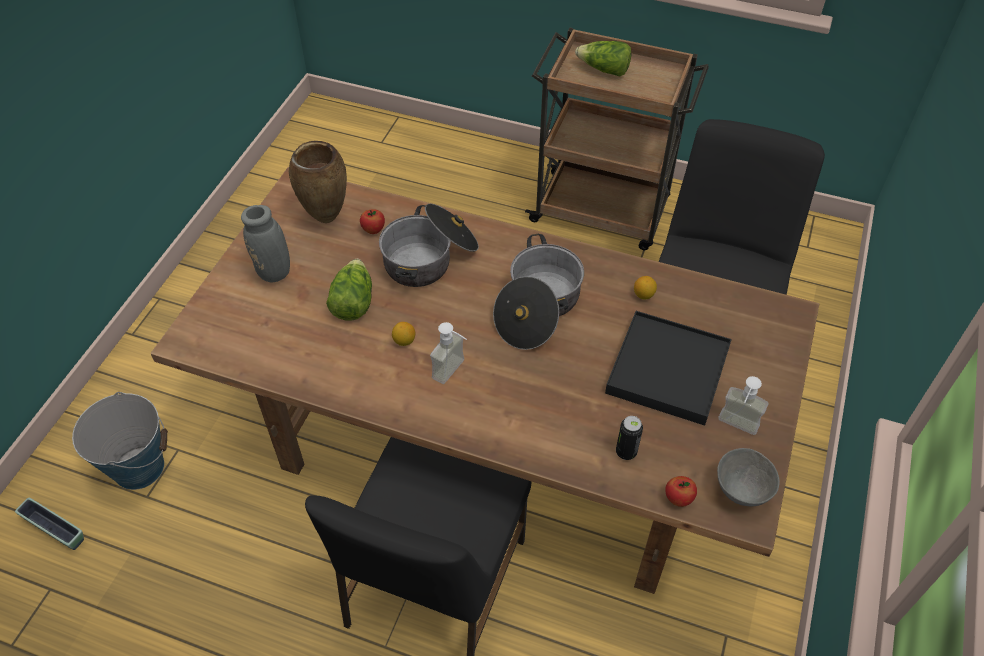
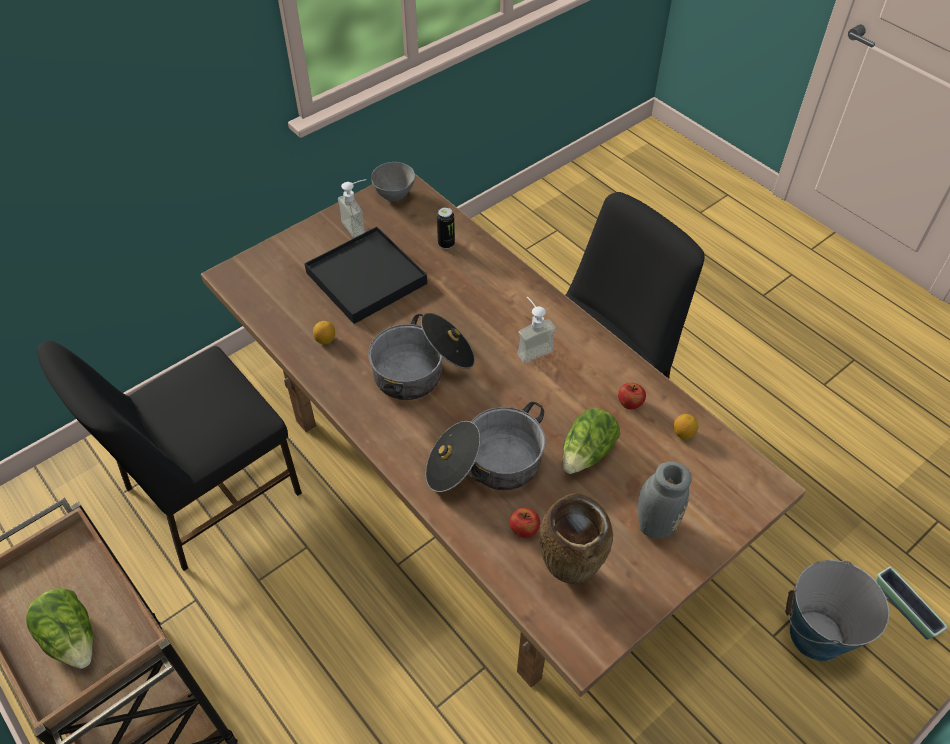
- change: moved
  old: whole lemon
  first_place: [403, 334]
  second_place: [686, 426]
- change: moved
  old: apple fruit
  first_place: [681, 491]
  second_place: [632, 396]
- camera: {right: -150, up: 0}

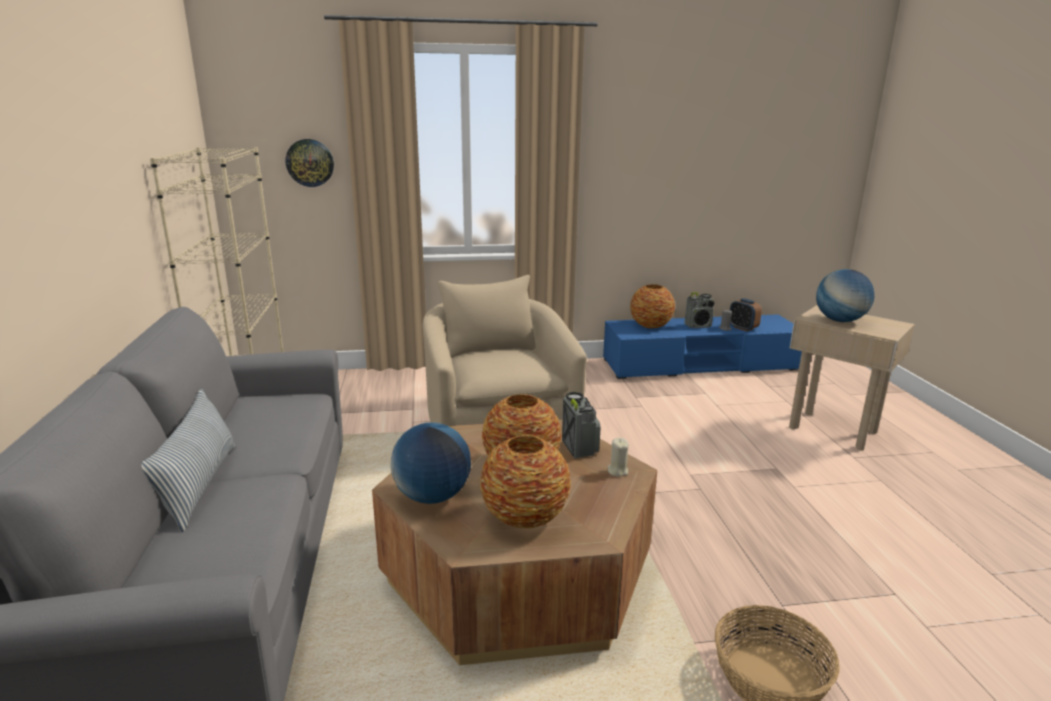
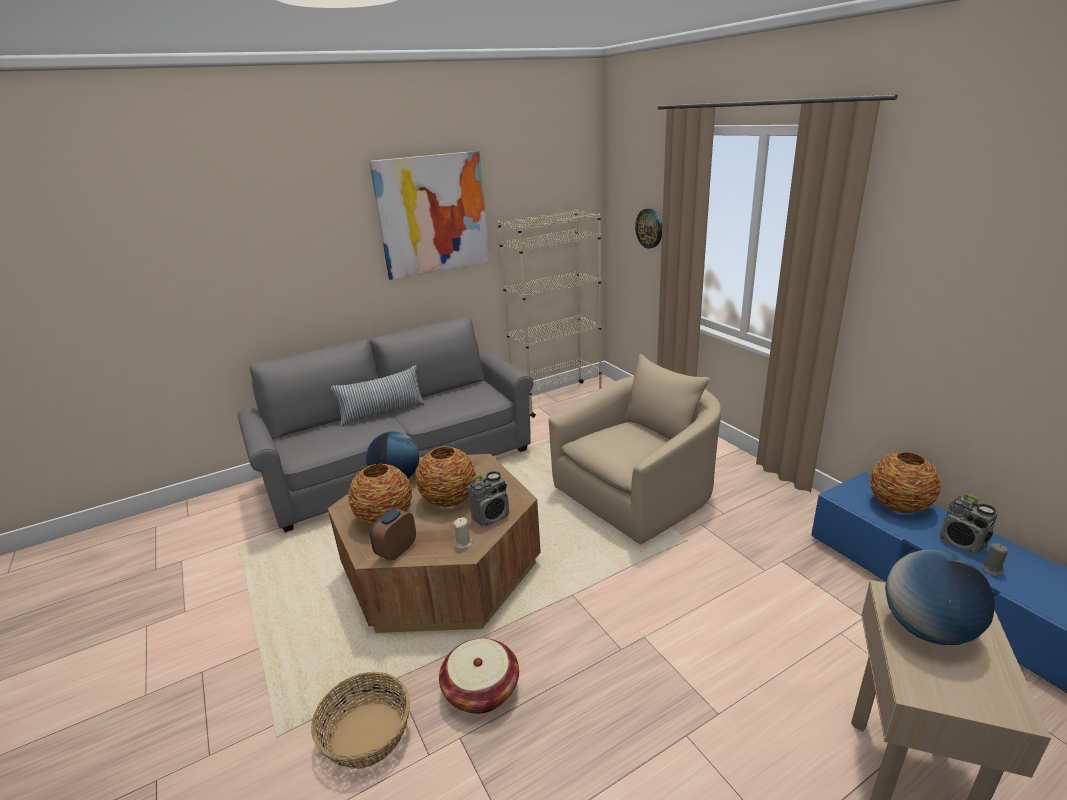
- change: moved
  old: alarm clock
  first_place: [746, 314]
  second_place: [393, 534]
- change: added
  new: wall art
  second_place: [429, 215]
- change: added
  new: storage basket
  second_place: [479, 676]
- camera: {right: 70, up: 5}

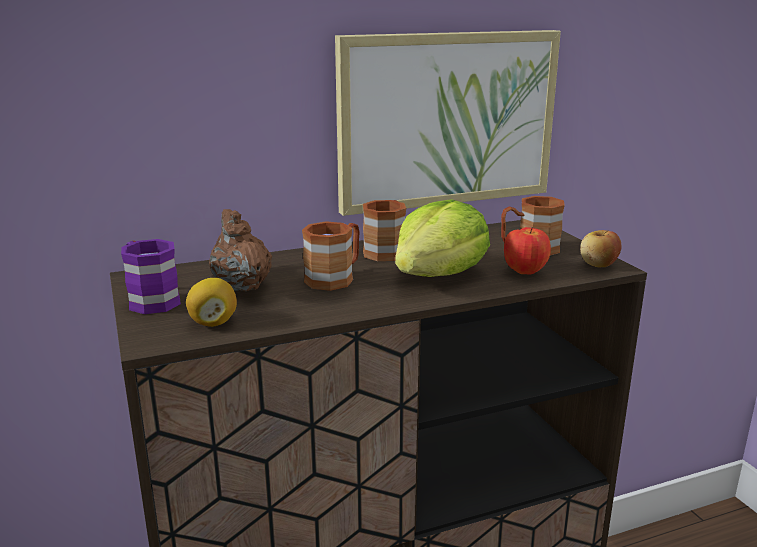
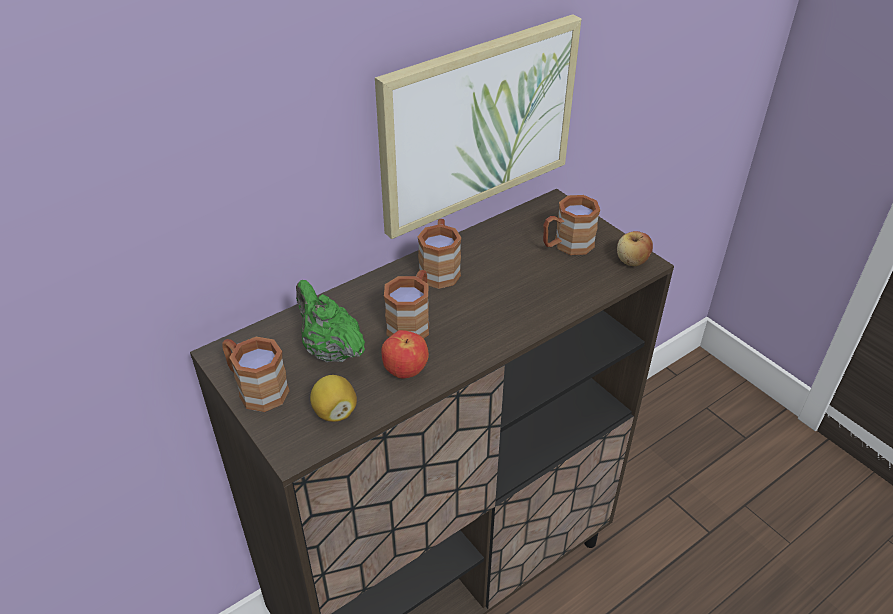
- change: removed
  old: head of lettuce
  first_place: [442, 238]
- change: recoloured
  old: brown tea pot
  new: green-coloured tea pot
  first_place: [240, 250]
  second_place: [330, 321]
- change: moved
  old: apple fruit
  first_place: [527, 251]
  second_place: [405, 354]
- change: recoloured
  old: purple tea mug
  new: brown tea mug
  first_place: [151, 276]
  second_place: [256, 374]
- camera: {right: -15, up: 20}

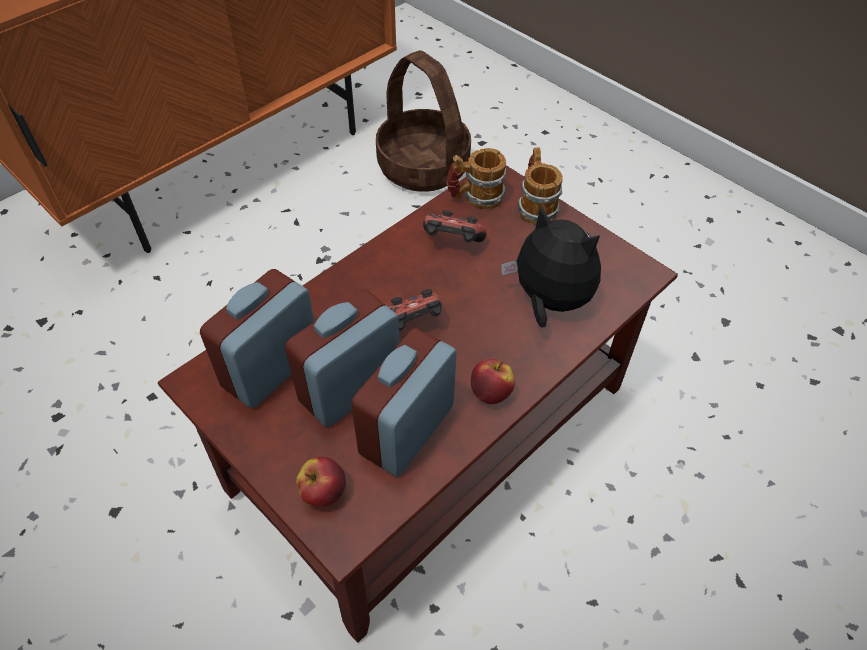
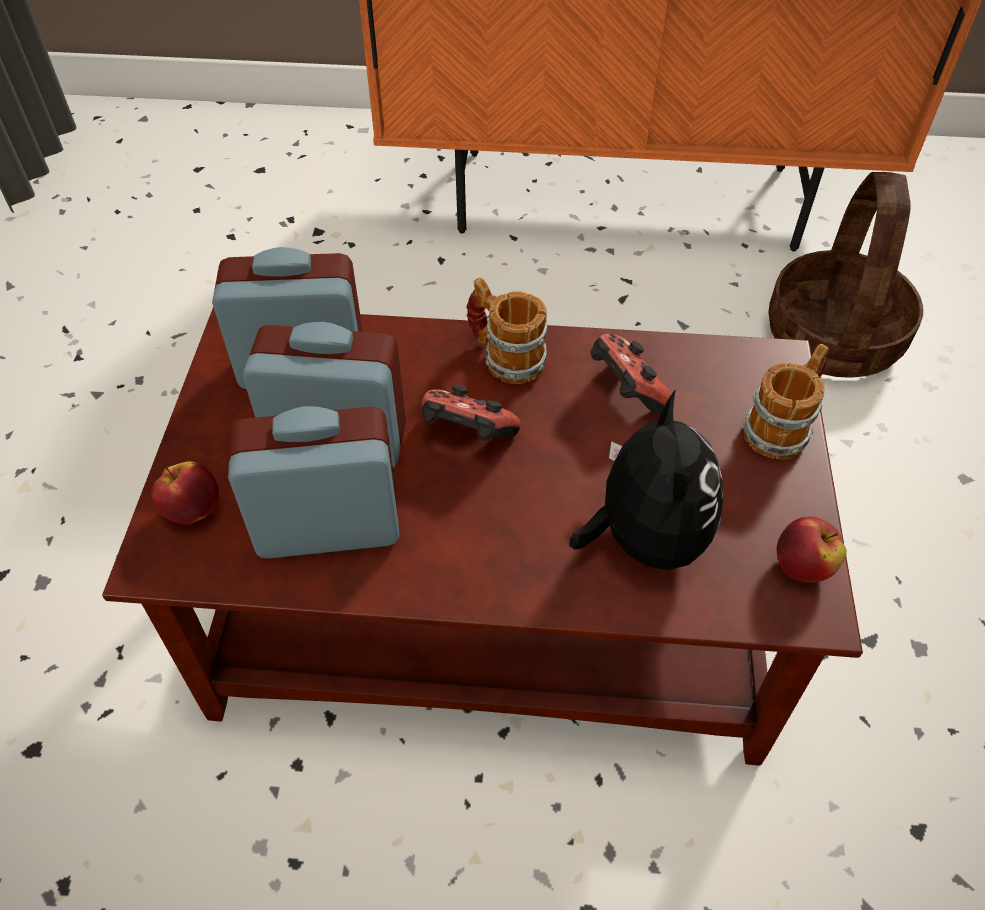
- change: moved
  old: tea mug
  first_place: [477, 178]
  second_place: [506, 331]
- change: moved
  old: apple fruit
  first_place: [493, 381]
  second_place: [811, 549]
- camera: {right: 50, up: 0}

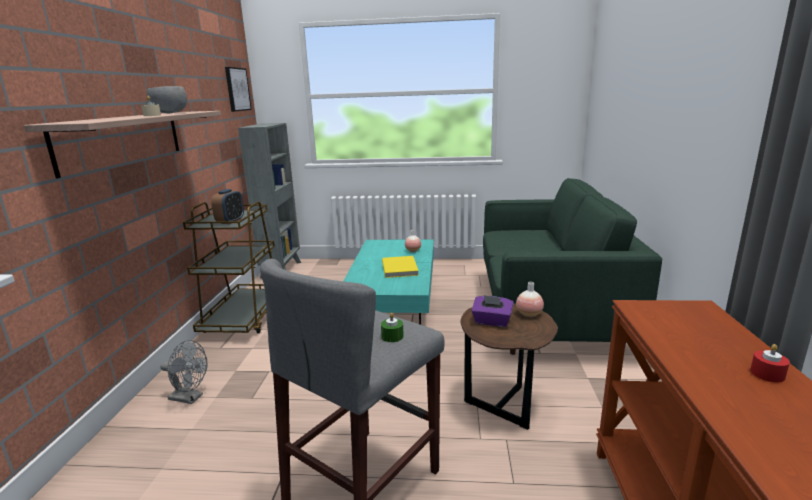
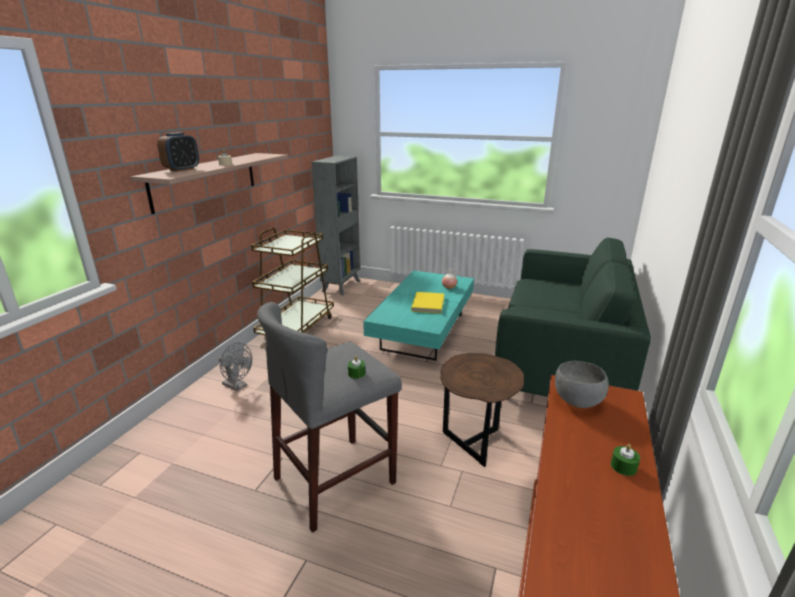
- change: removed
  old: wall art
  first_place: [238, 89]
- change: moved
  old: gray serving bowl
  first_place: [167, 99]
  second_place: [582, 384]
- change: moved
  old: alarm clock
  first_place: [227, 206]
  second_place: [178, 152]
- change: removed
  old: vase
  first_place: [530, 299]
- change: removed
  old: purple tissue holder
  first_place: [493, 311]
- change: recoloured
  old: red wax light
  new: green-coloured wax light
  first_place: [770, 363]
  second_place: [625, 460]
- camera: {right: 15, up: 5}

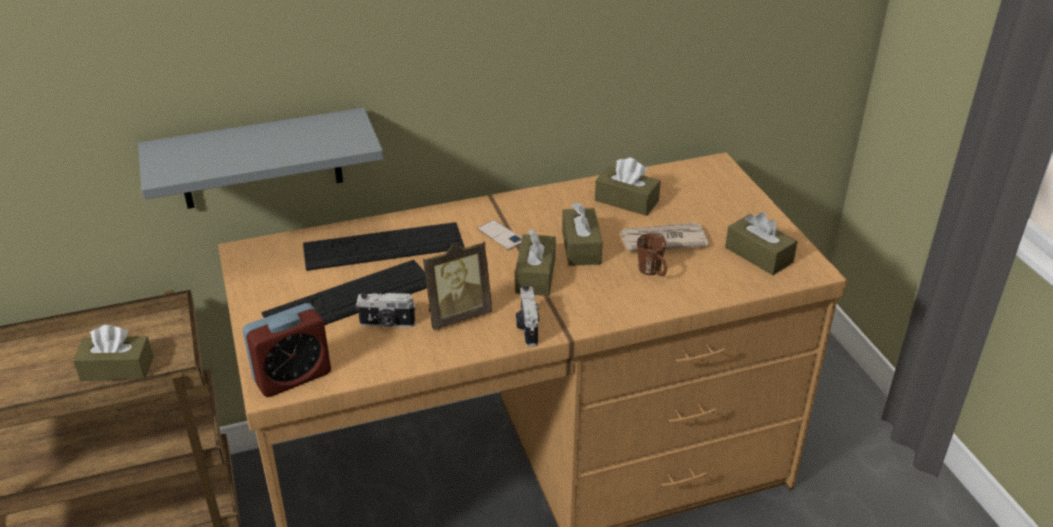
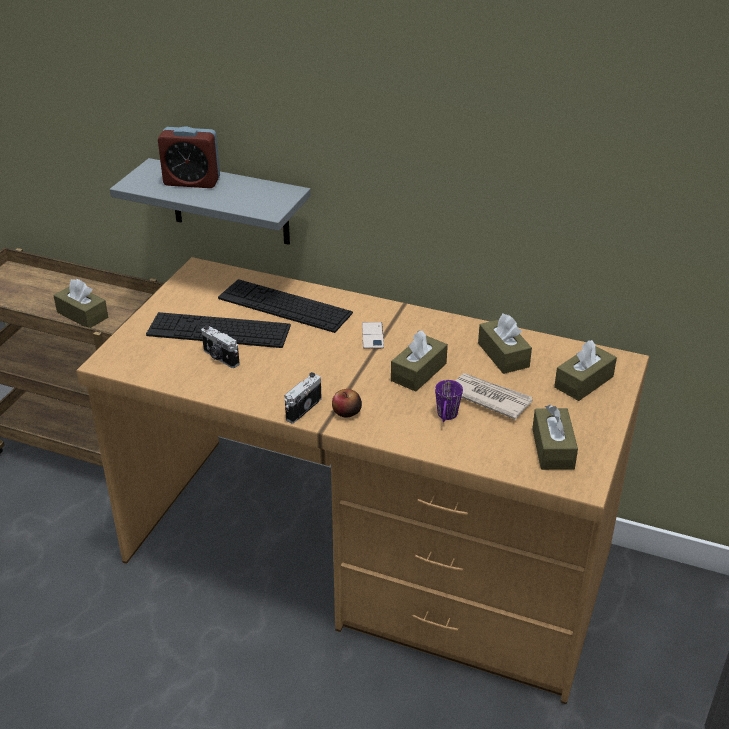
- change: moved
  old: brown tissue holder
  first_place: [535, 262]
  second_place: [585, 370]
- change: recoloured
  old: brown tea mug
  new: purple tea mug
  first_place: [652, 254]
  second_place: [449, 401]
- change: removed
  old: photo frame
  first_place: [457, 285]
- change: moved
  old: alarm clock
  first_place: [287, 350]
  second_place: [189, 157]
- change: added
  new: apple fruit
  second_place: [347, 403]
- camera: {right: 40, up: 0}

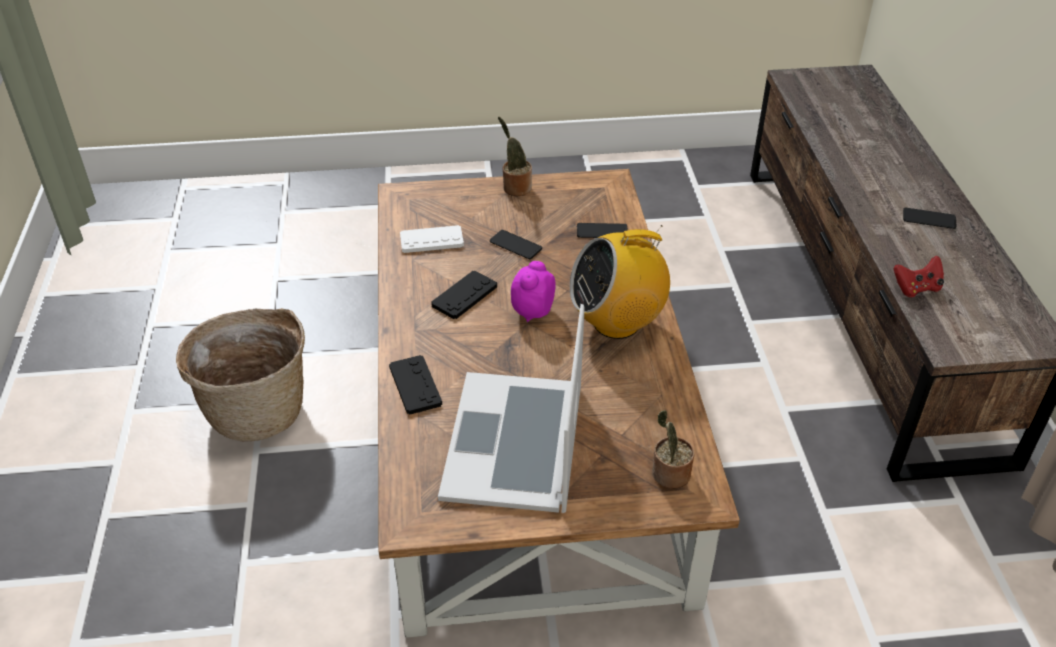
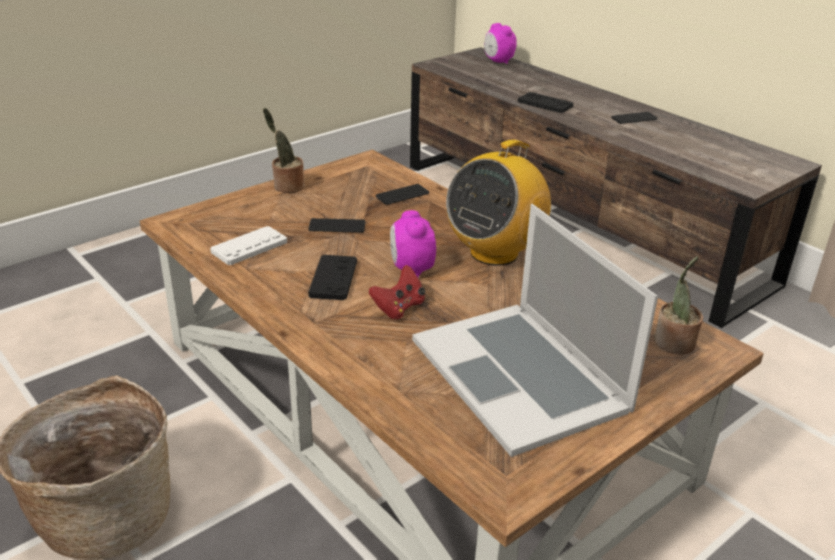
- change: moved
  old: red joypad
  first_place: [918, 276]
  second_place: [397, 292]
- change: moved
  old: black joypad
  first_place: [415, 385]
  second_place: [546, 102]
- change: added
  new: alarm clock
  second_place: [500, 43]
- camera: {right: -35, up: -10}

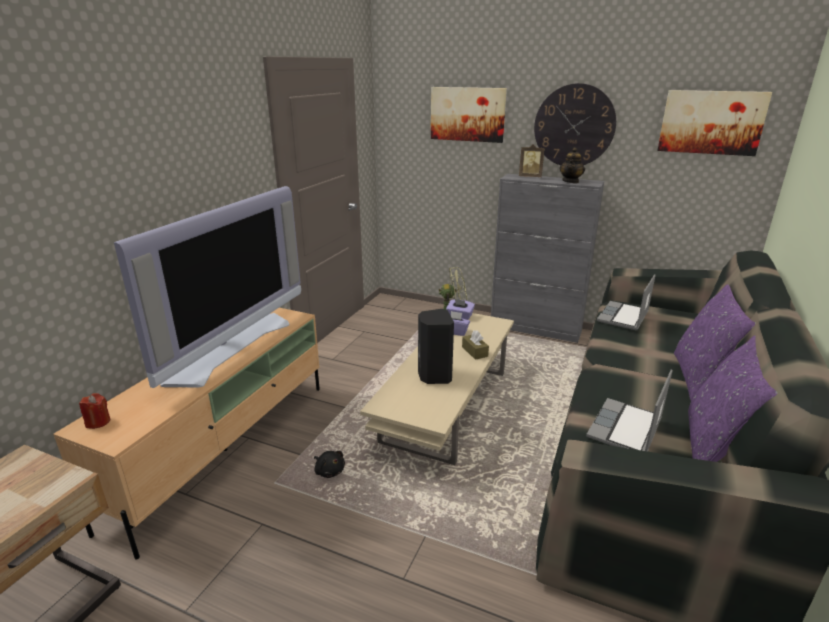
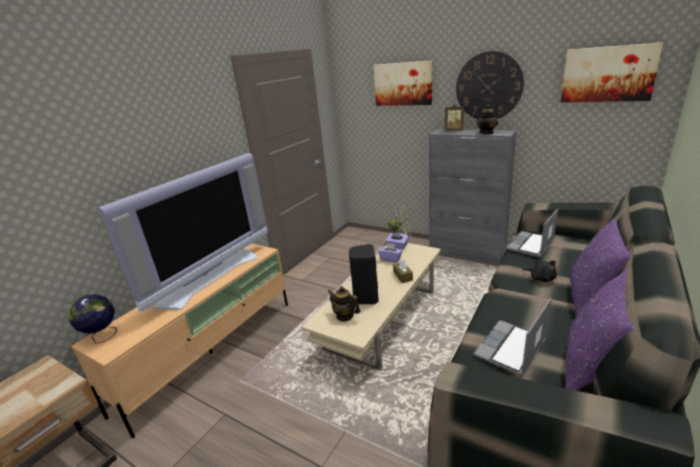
- change: replaced
  old: red wax light
  new: world globe
  first_place: [94, 411]
  second_place: [92, 319]
- change: moved
  old: black plush toy
  first_place: [329, 464]
  second_place: [540, 271]
- change: added
  new: tea pot
  second_place: [343, 303]
- camera: {right: 10, up: 0}

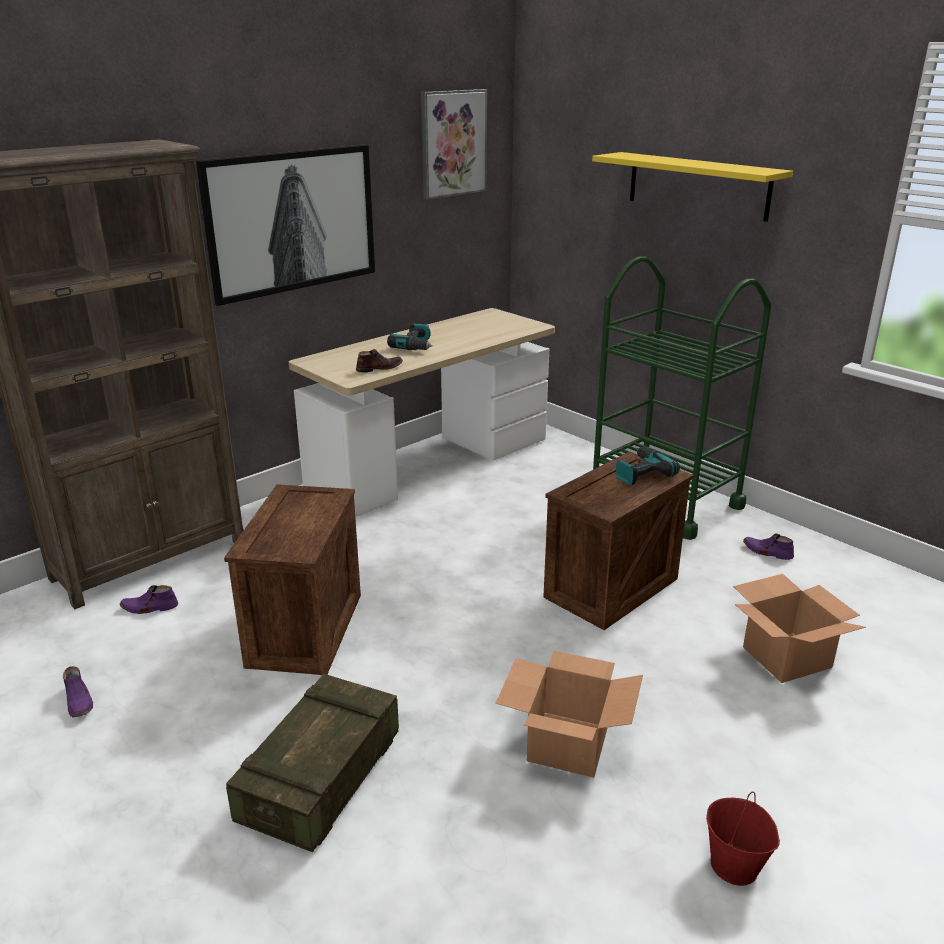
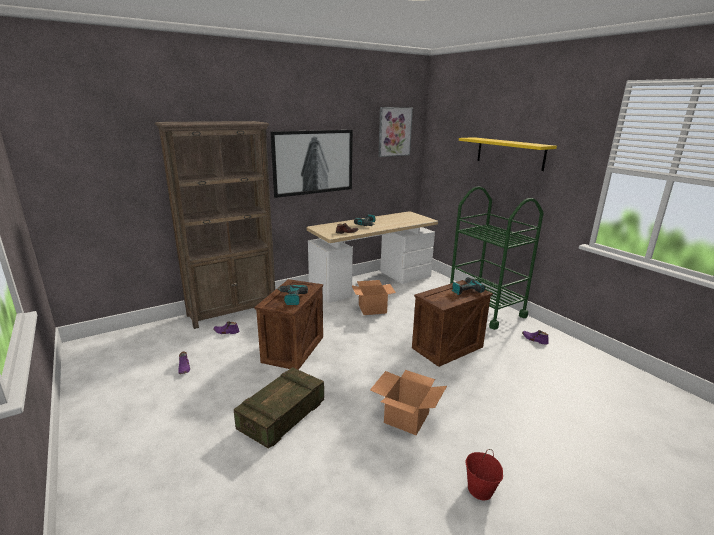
- change: moved
  old: carton
  first_place: [799, 628]
  second_place: [373, 297]
- change: added
  new: electric drill
  second_place: [292, 295]
- camera: {right: 10, up: -5}

